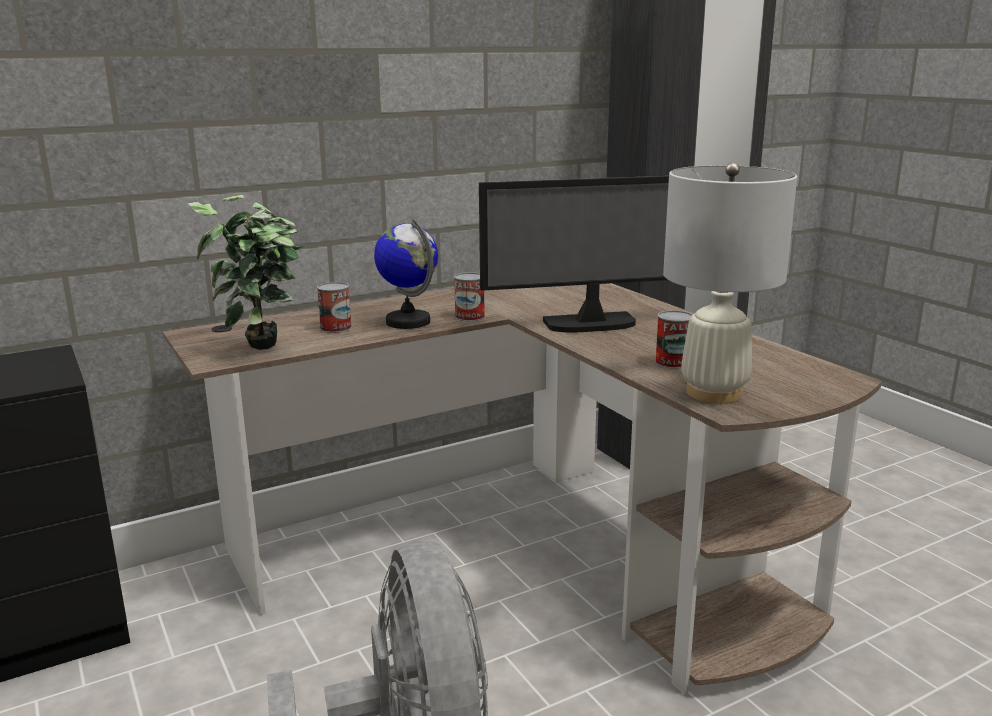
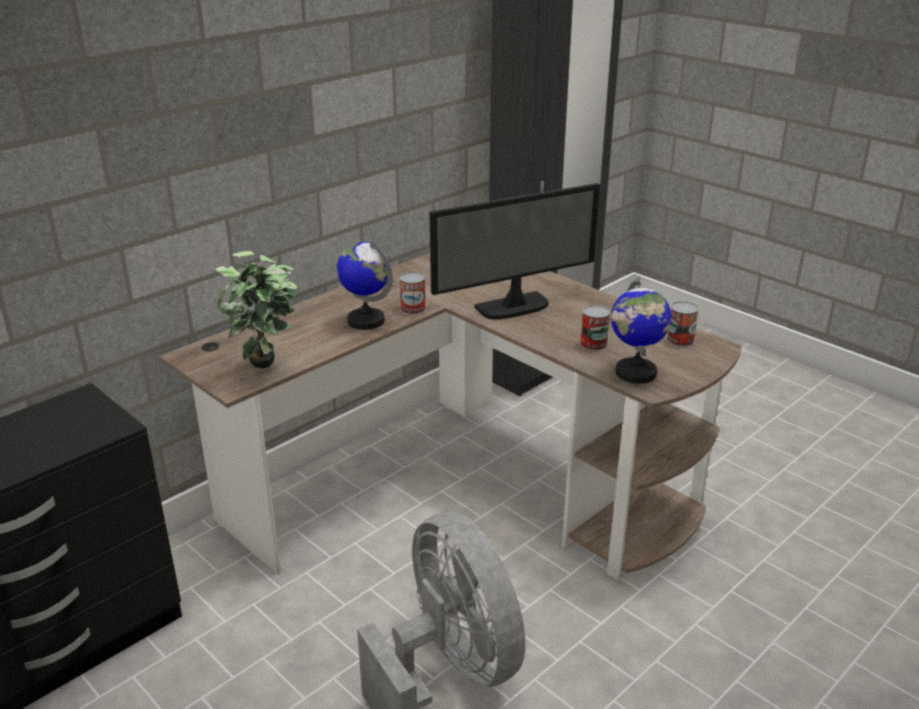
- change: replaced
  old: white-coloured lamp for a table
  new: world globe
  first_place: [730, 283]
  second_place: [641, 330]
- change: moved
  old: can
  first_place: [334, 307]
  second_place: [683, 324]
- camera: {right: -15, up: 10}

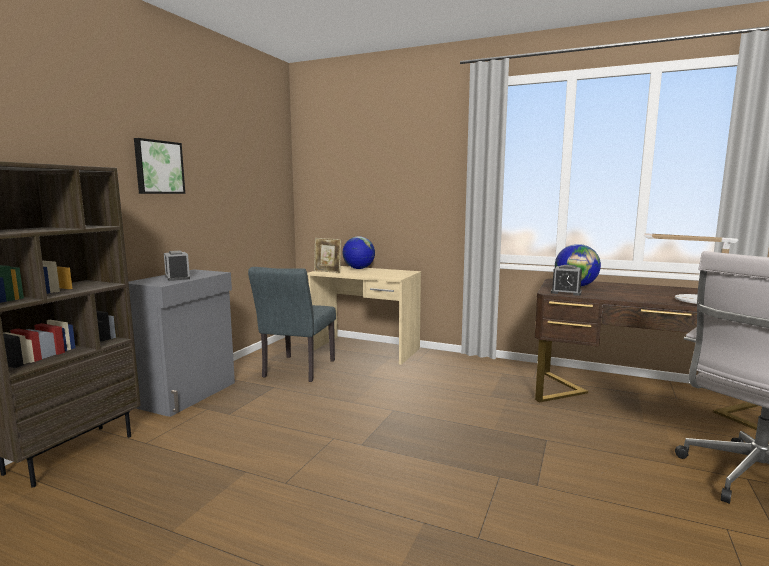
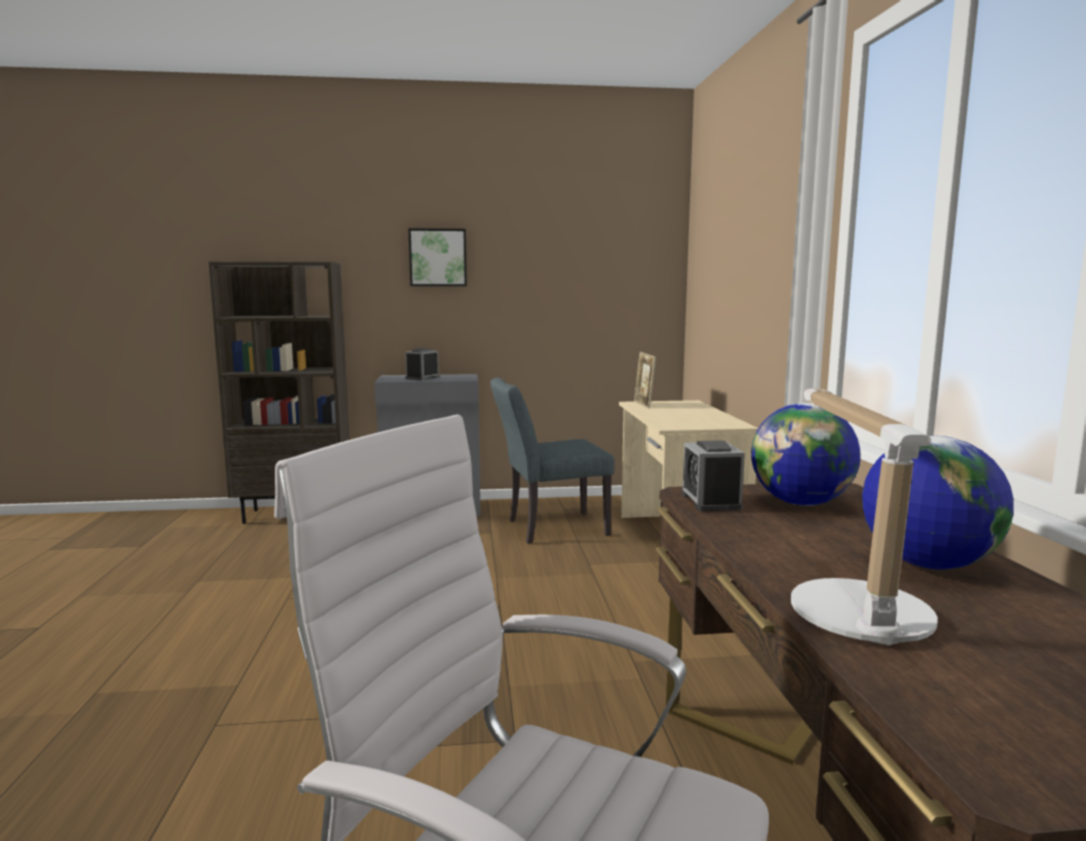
- change: moved
  old: world globe
  first_place: [359, 252]
  second_place: [938, 503]
- camera: {right: 60, up: 0}

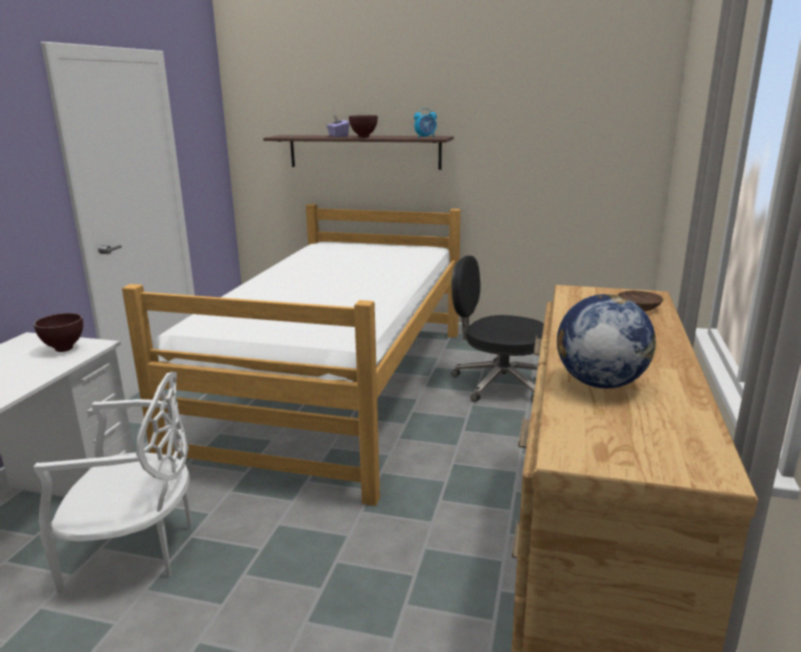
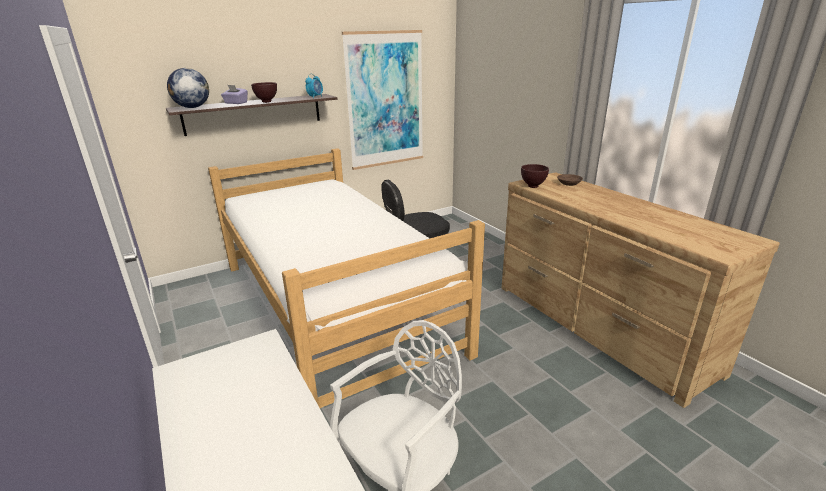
- change: moved
  old: world globe
  first_place: [606, 341]
  second_place: [188, 88]
- change: moved
  old: brown serving bowl
  first_place: [58, 332]
  second_place: [535, 176]
- change: added
  new: wall art
  second_place: [382, 100]
- camera: {right: -45, up: 5}

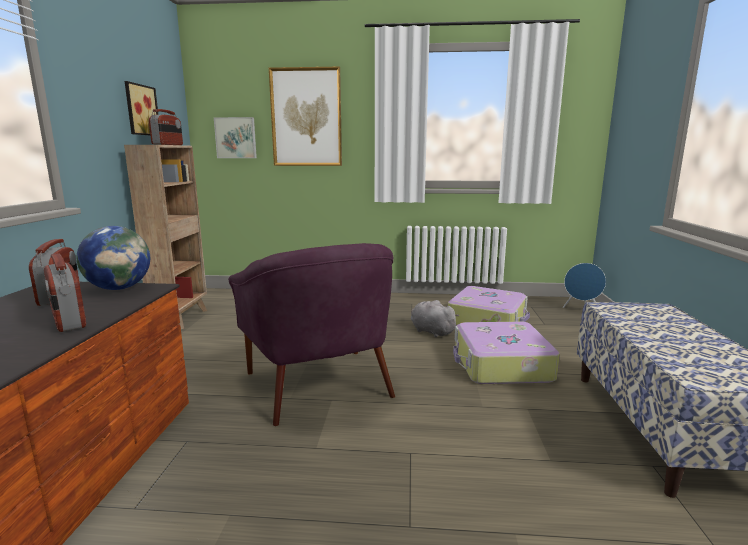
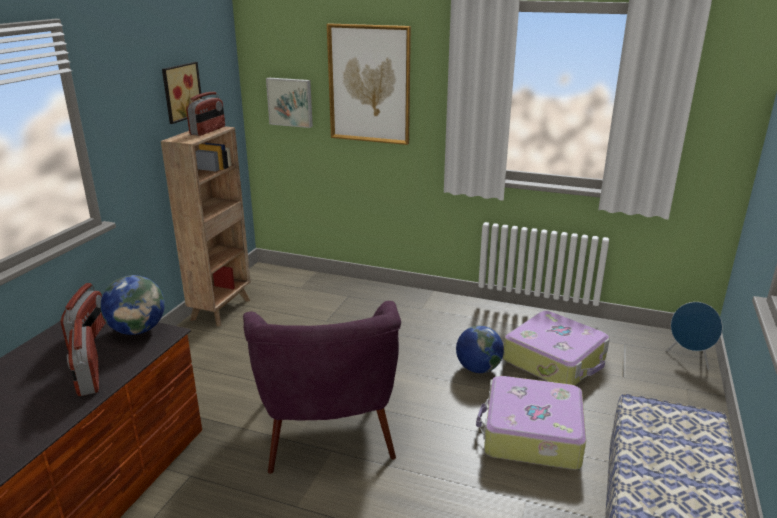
- change: replaced
  old: gray plush toy
  new: world globe
  first_place: [435, 318]
  second_place: [480, 349]
- camera: {right: 15, up: 10}

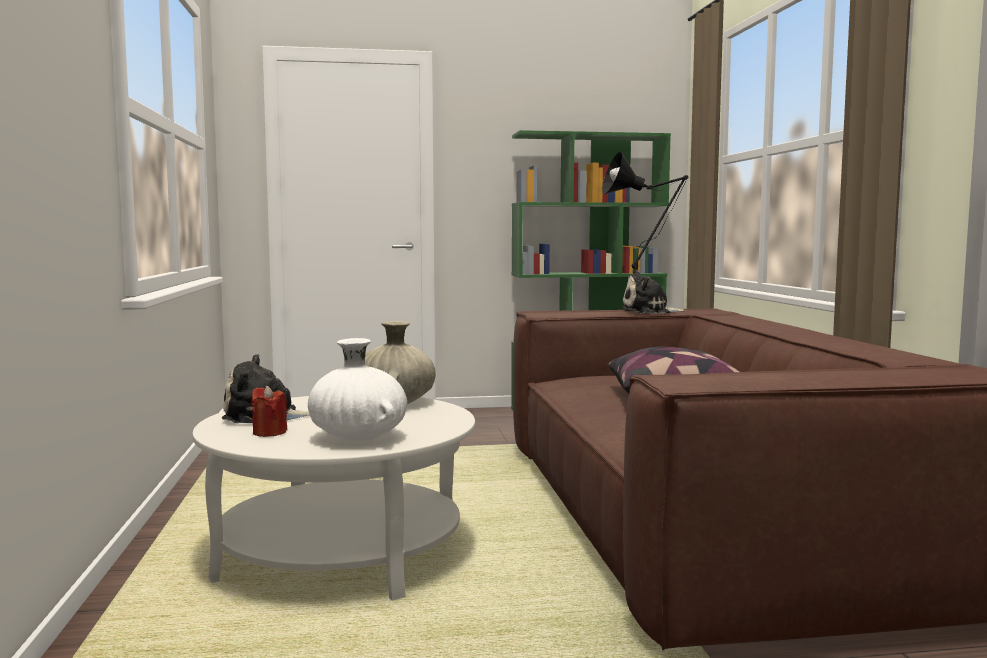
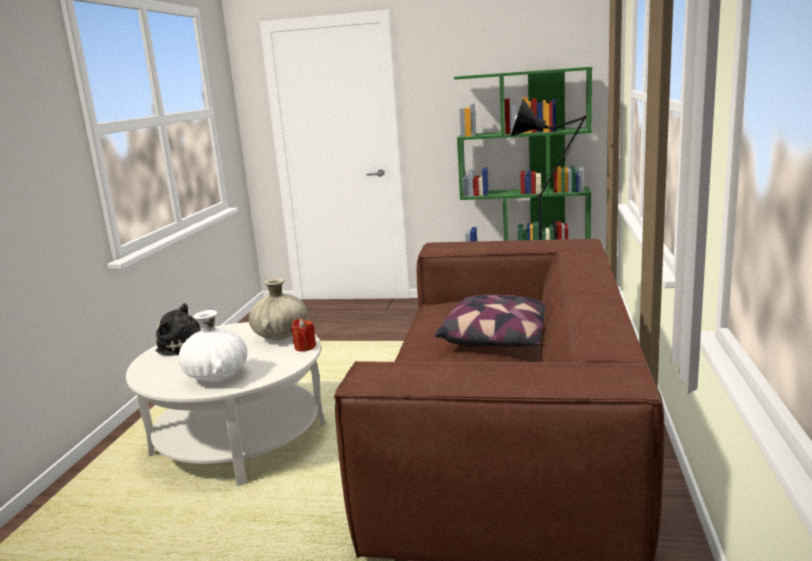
- change: removed
  old: plush toy
  first_place: [654, 291]
- change: moved
  old: red wax light
  first_place: [269, 411]
  second_place: [303, 334]
- camera: {right: 20, up: 10}

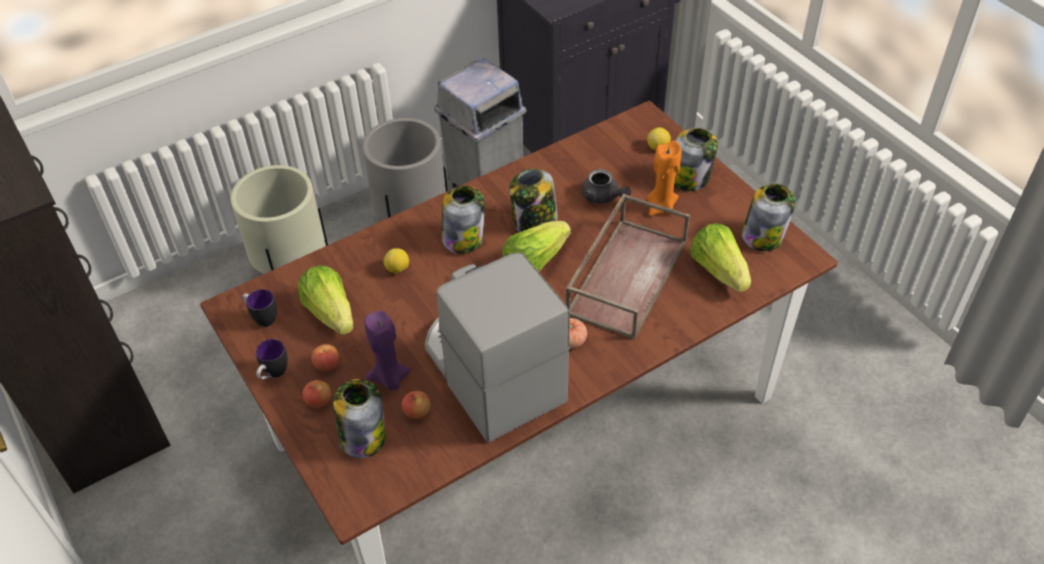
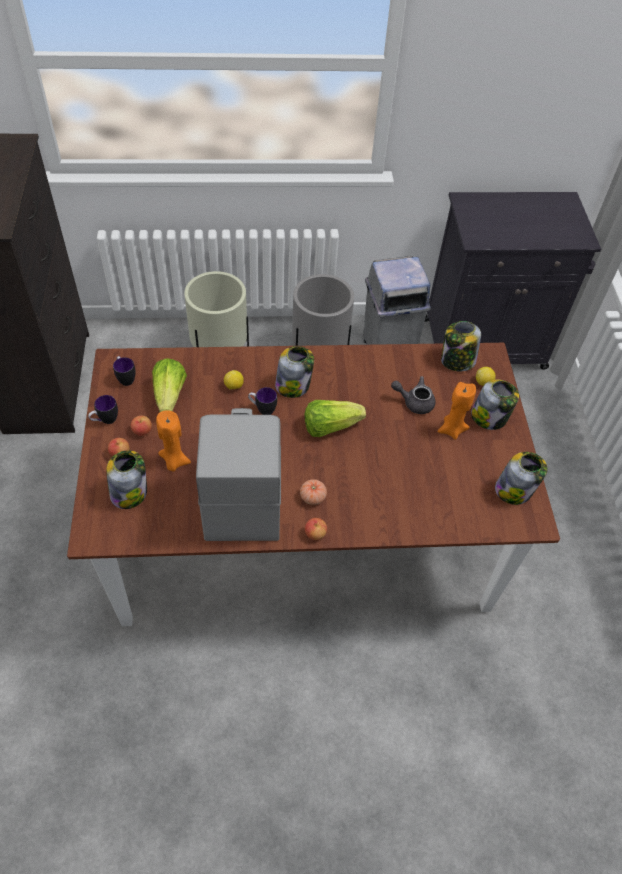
- change: moved
  old: preserve jar
  first_place: [533, 200]
  second_place: [461, 346]
- change: turned
  old: gray tea pot
  first_place: [606, 186]
  second_place: [413, 395]
  degrees: 120
- change: removed
  old: brown carrying tray
  first_place: [628, 266]
- change: removed
  old: head of lettuce
  first_place: [720, 257]
- change: recoloured
  old: purple wax light
  new: orange wax light
  first_place: [387, 350]
  second_place: [173, 440]
- change: moved
  old: apple fruit
  first_place: [416, 405]
  second_place: [316, 529]
- change: added
  new: tea mug
  second_place: [262, 401]
- camera: {right: 25, up: 5}

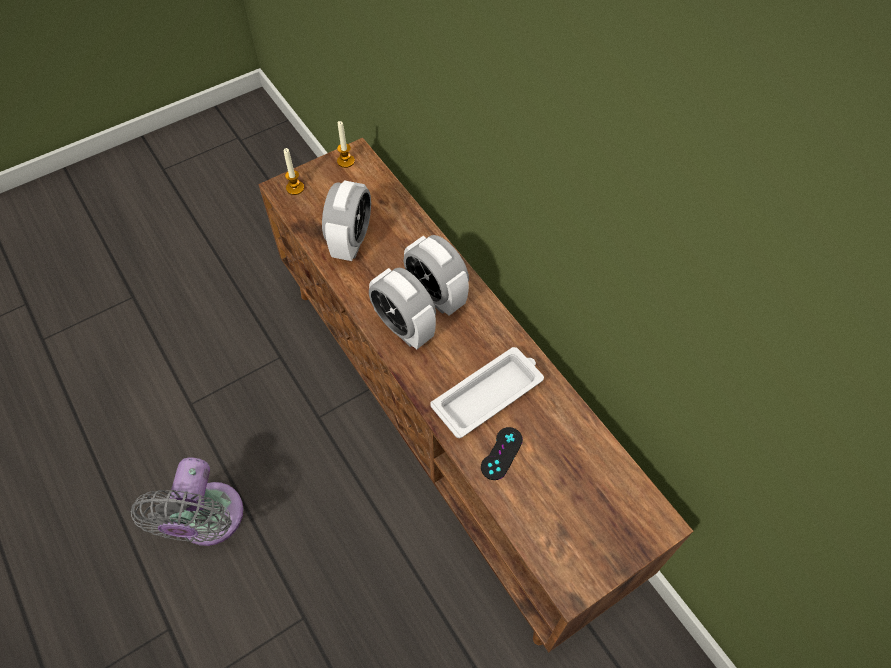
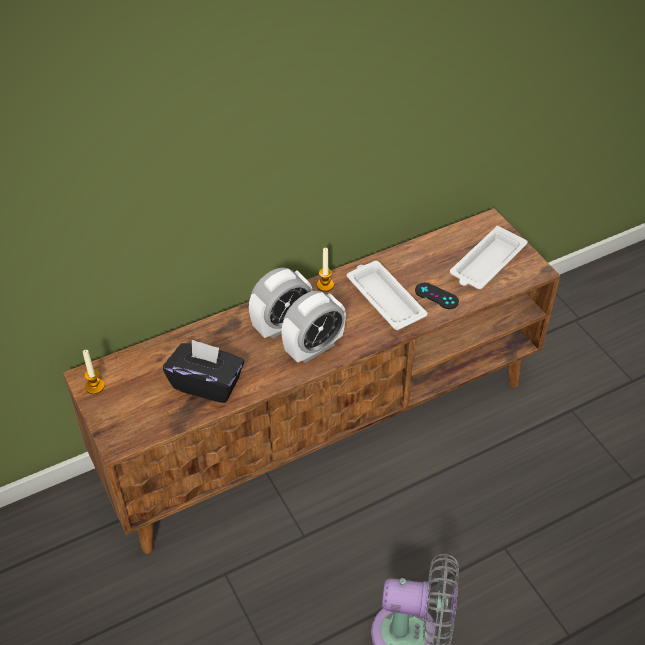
- change: moved
  old: wax light
  first_place: [294, 171]
  second_place: [325, 270]
- change: replaced
  old: alarm clock
  new: black tissue holder
  first_place: [346, 220]
  second_place: [203, 371]
- change: added
  new: white-coloured carrying tray
  second_place: [489, 257]
- camera: {right: -85, up: -10}

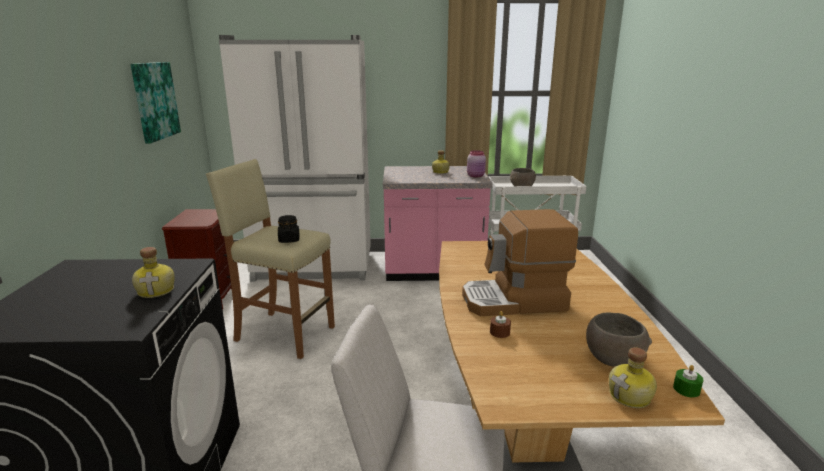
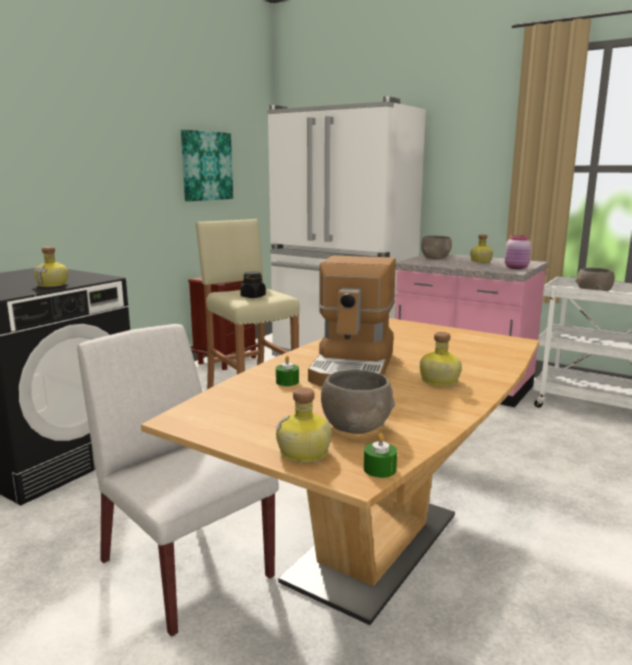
- change: turned
  old: coffee machine
  first_place: [520, 262]
  second_place: [352, 321]
  degrees: -105
- change: recoloured
  old: brown wax light
  new: green-coloured wax light
  first_place: [500, 324]
  second_place: [287, 371]
- change: added
  new: gray serving bowl
  second_place: [436, 247]
- change: added
  new: drink bottle
  second_place: [441, 359]
- camera: {right: 35, up: -5}

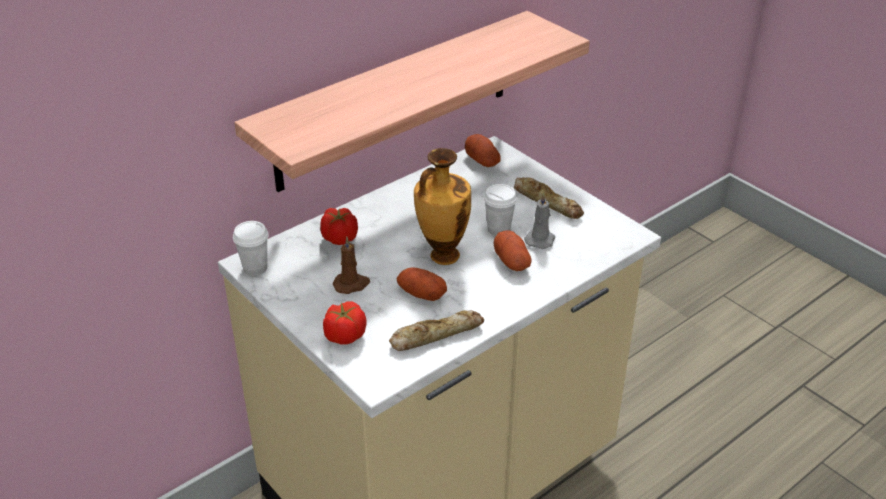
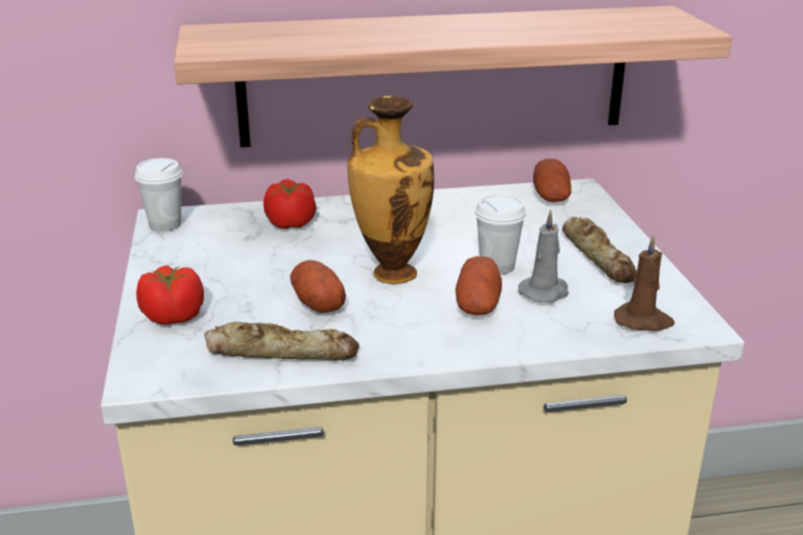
- change: moved
  old: brown wax light
  first_place: [351, 265]
  second_place: [644, 283]
- camera: {right: 30, up: -10}

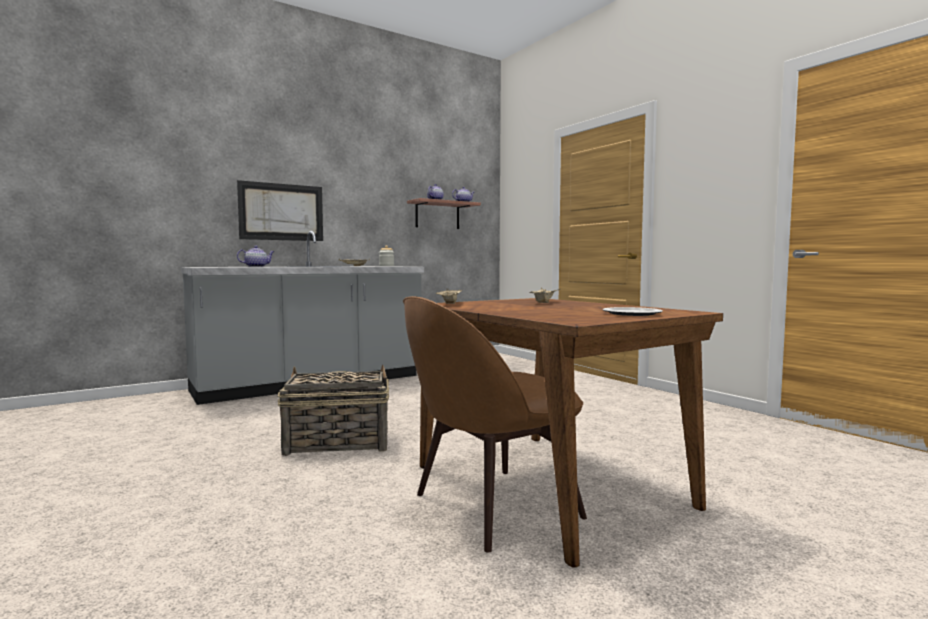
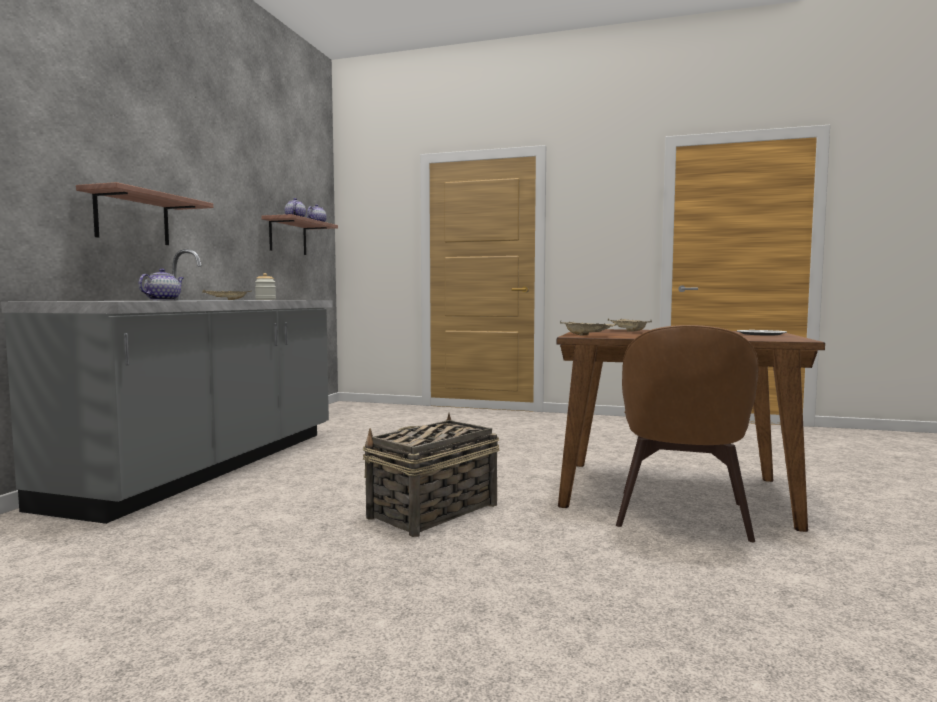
- change: replaced
  old: wall art
  new: wall shelf
  first_place: [280, 210]
  second_place: [144, 213]
- camera: {right: -40, up: 0}

